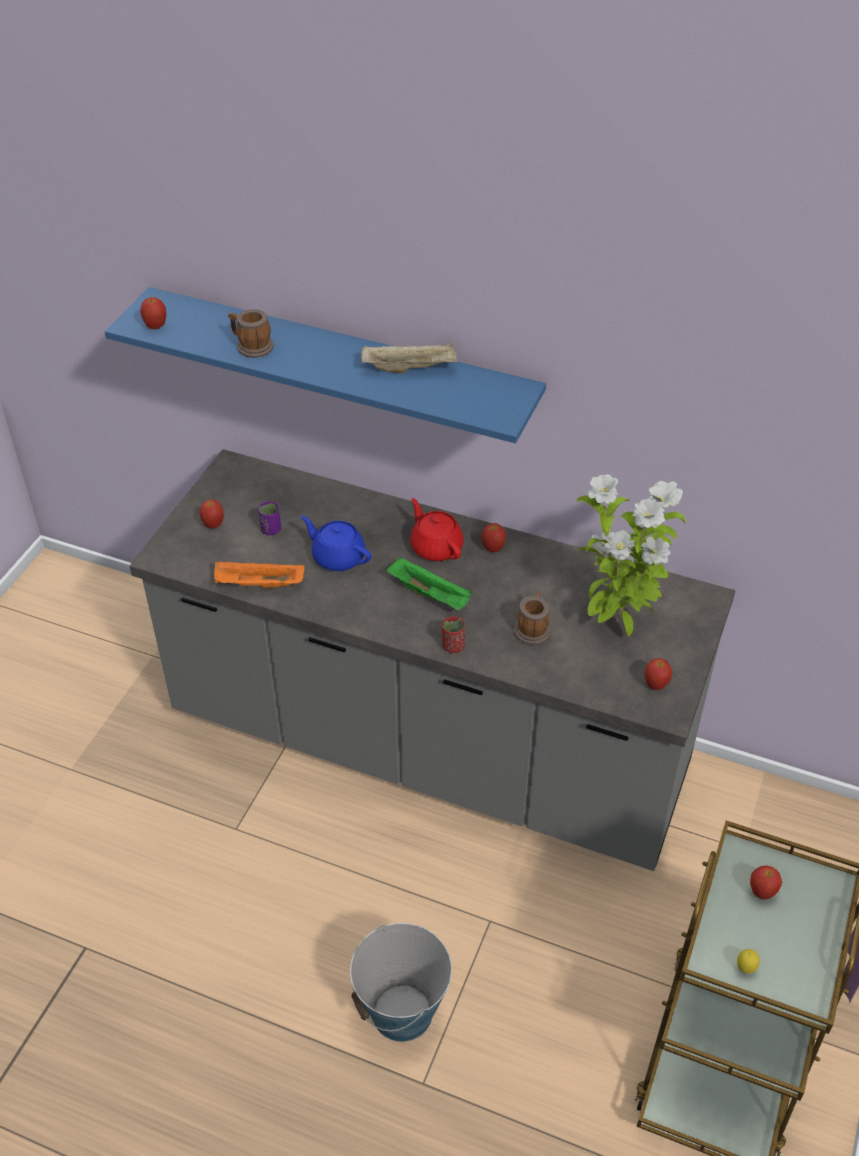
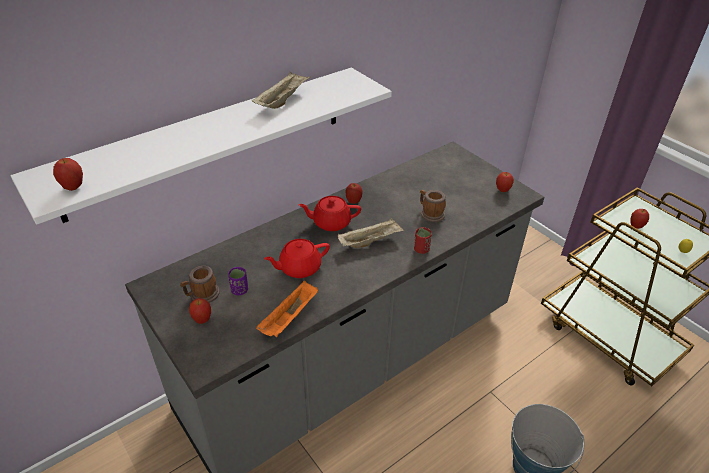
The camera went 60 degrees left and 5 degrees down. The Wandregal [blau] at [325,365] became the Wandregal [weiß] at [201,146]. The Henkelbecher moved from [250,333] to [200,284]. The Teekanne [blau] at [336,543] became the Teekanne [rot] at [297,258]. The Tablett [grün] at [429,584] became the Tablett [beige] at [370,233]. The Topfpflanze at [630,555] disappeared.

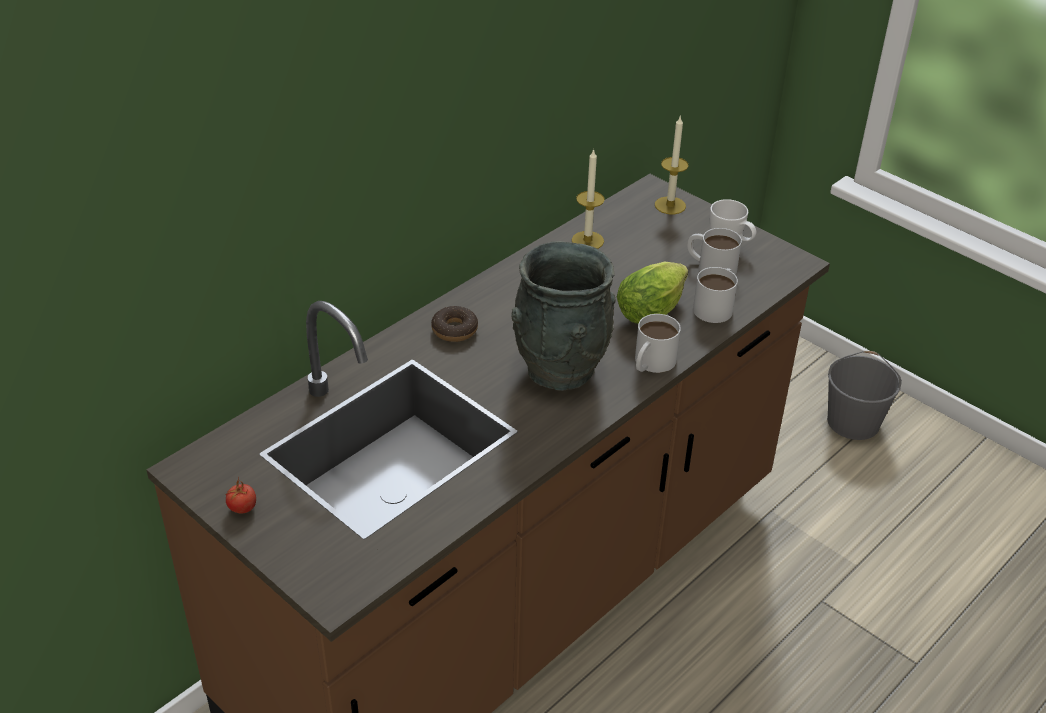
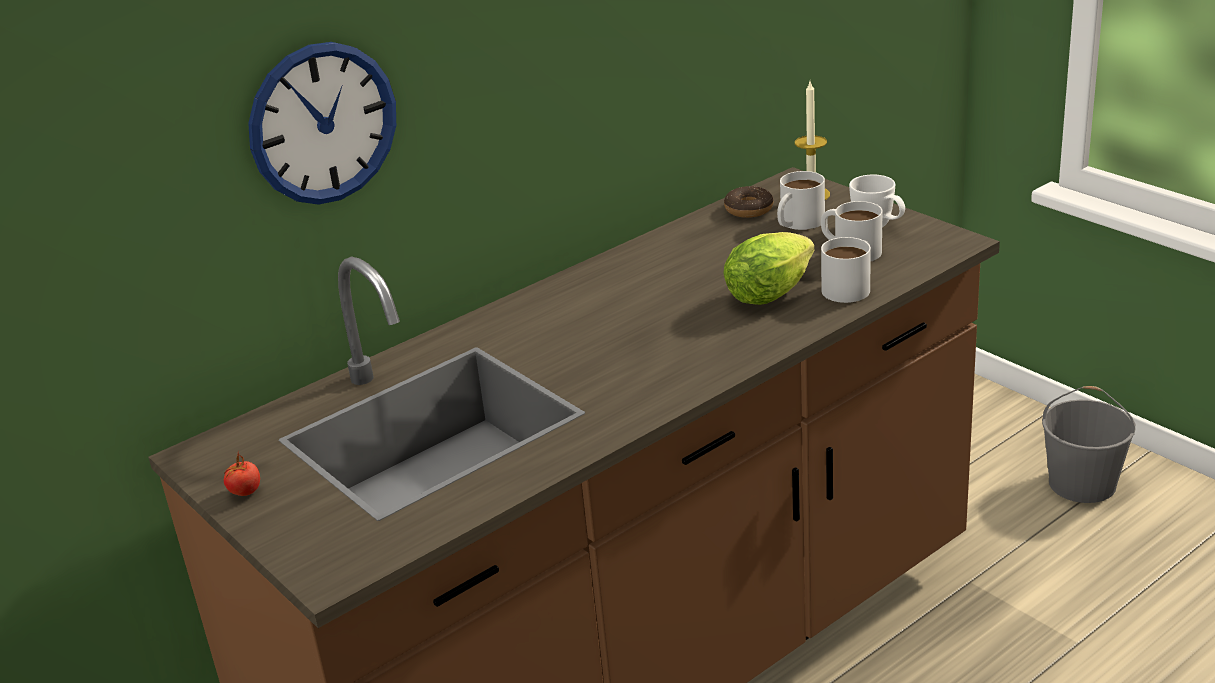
The camera went 10 degrees right and 10 degrees down. The Donut moved from [454,324] to [748,202]. The Vase [grau] at [563,316] disappeared. The Kerze at [588,199] disappeared. The Henkelbecher [weiß] moved from [658,343] to [801,200]. The Wanduhr at [322,123] appeared.

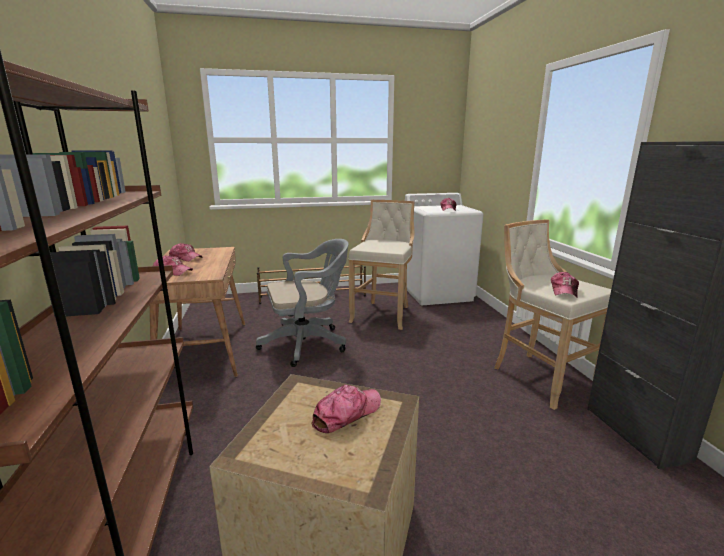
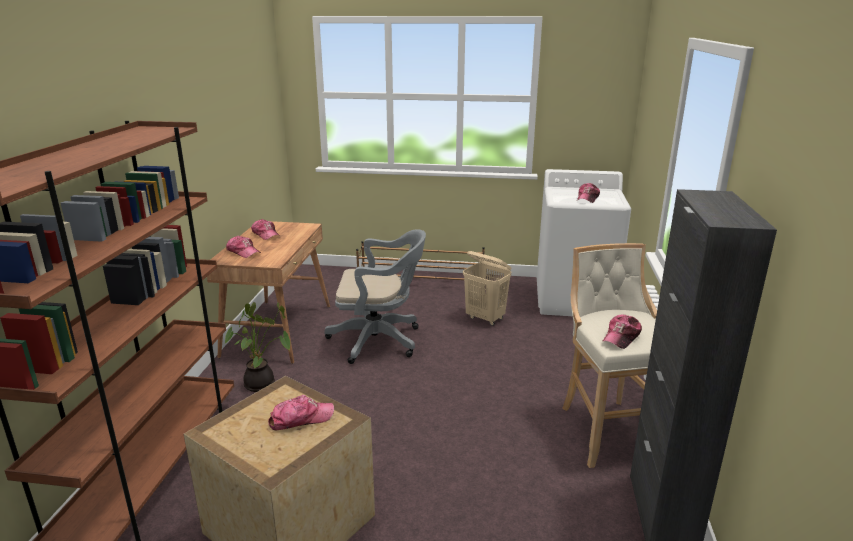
The camera went 20 degrees right and 5 degrees up. The Hocker [beige] at [381,265] was replaced by the Wäschekorb [beige] at [487,288]. The Topfpflanze at [257,347] appeared.

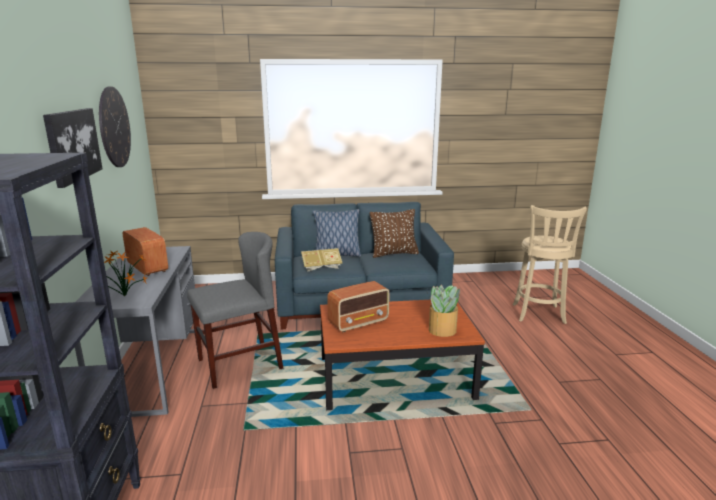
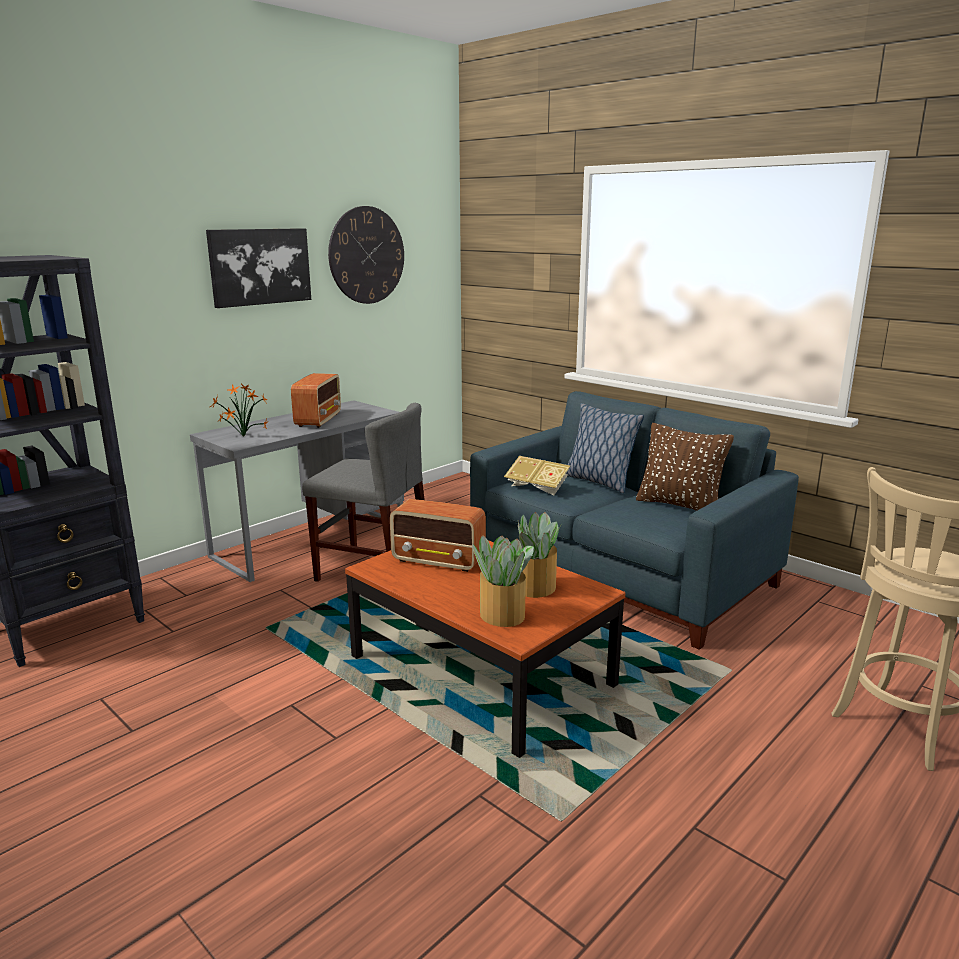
The camera went 50 degrees right and 0 degrees up. The Topfpflanze at [539,555] appeared.

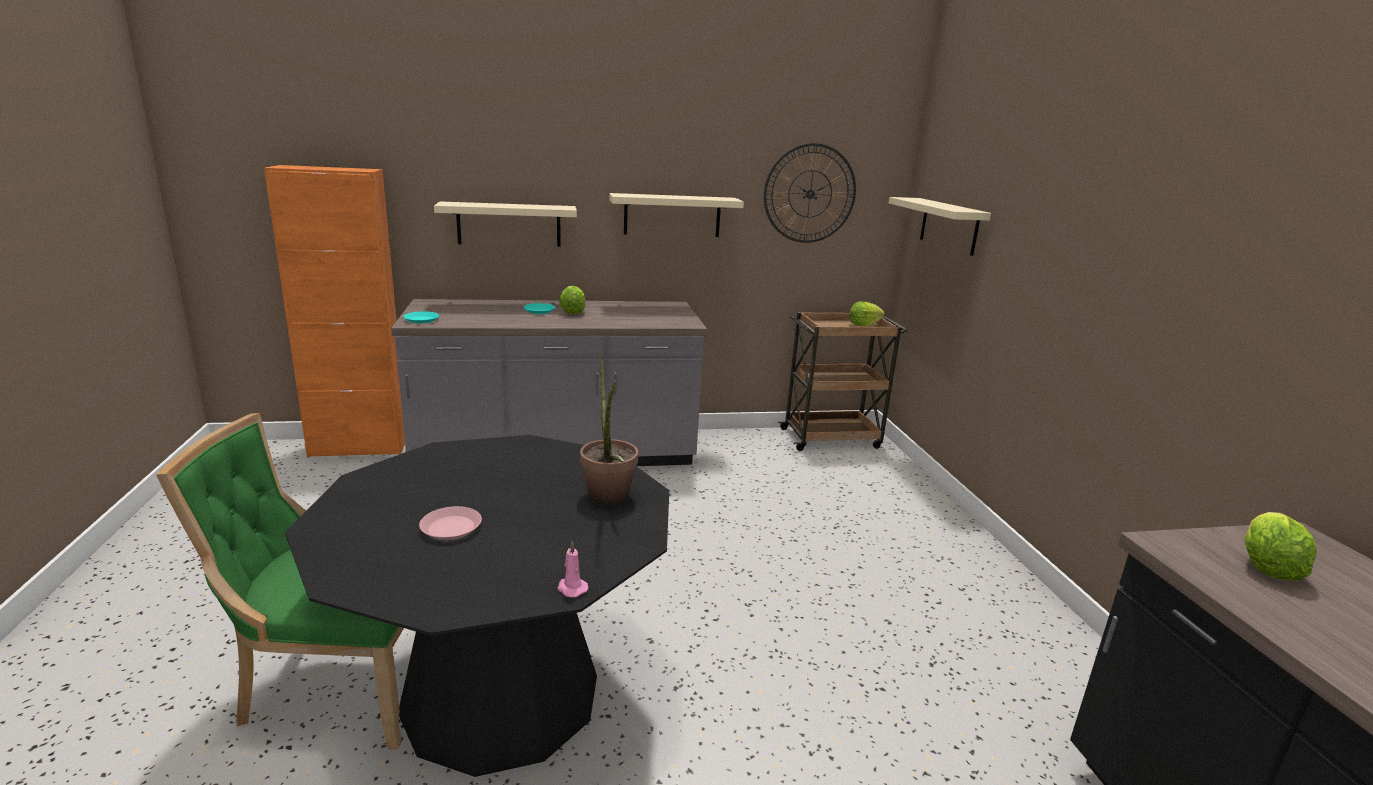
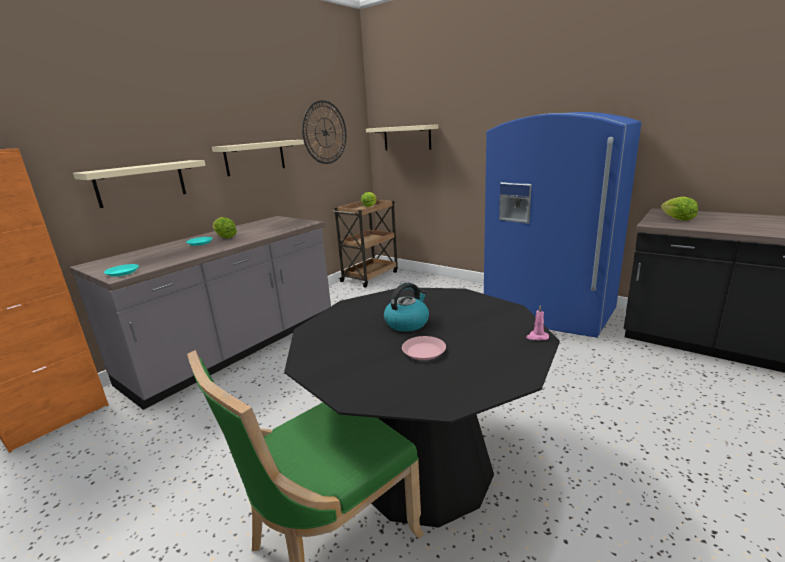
The camera went 40 degrees left and 0 degrees up. The Topfpflanze at [609,429] disappeared. The Wasserkessel at [406,307] appeared. The Kühlschrank [blau] at [562,224] appeared.

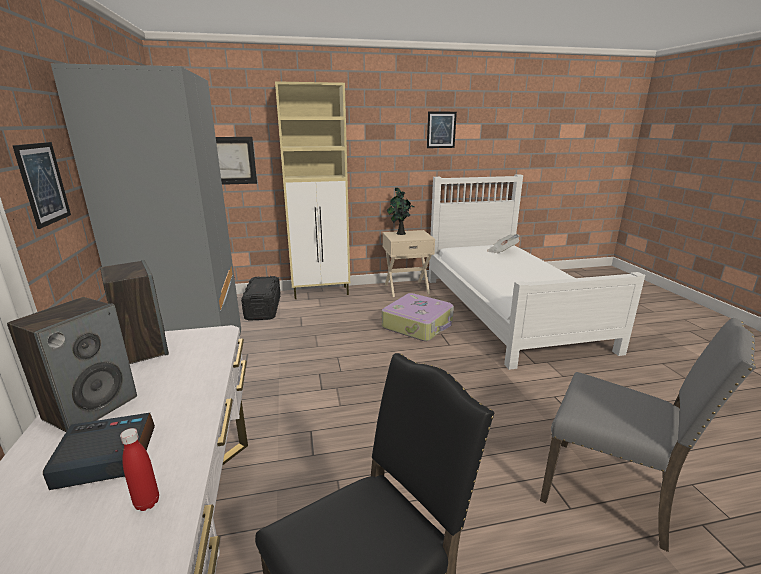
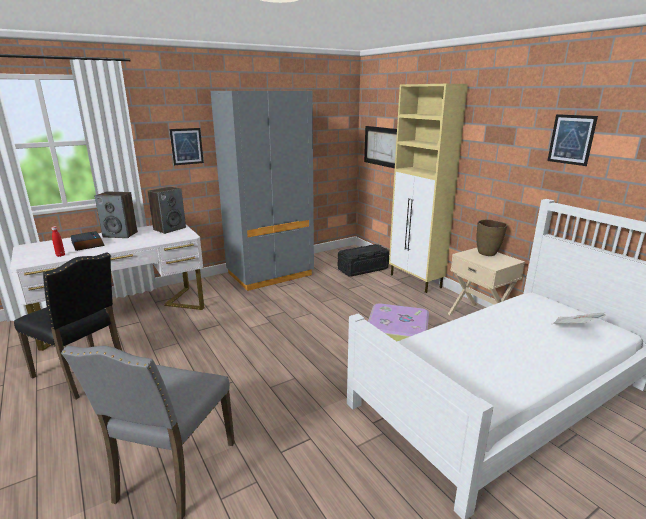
The camera went 70 degrees right and 0 degrees up. The Topfpflanze at [400,211] was replaced by the Vase [braun] at [491,237].

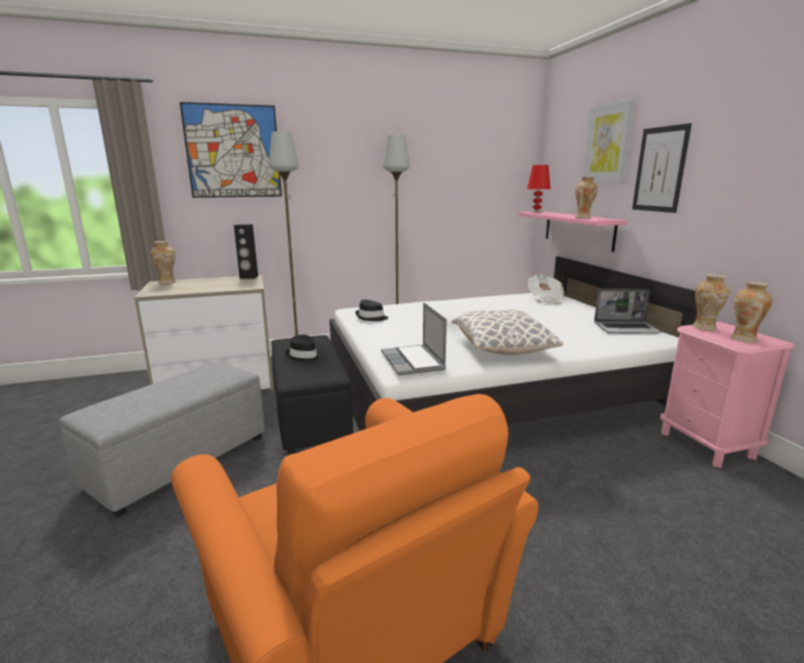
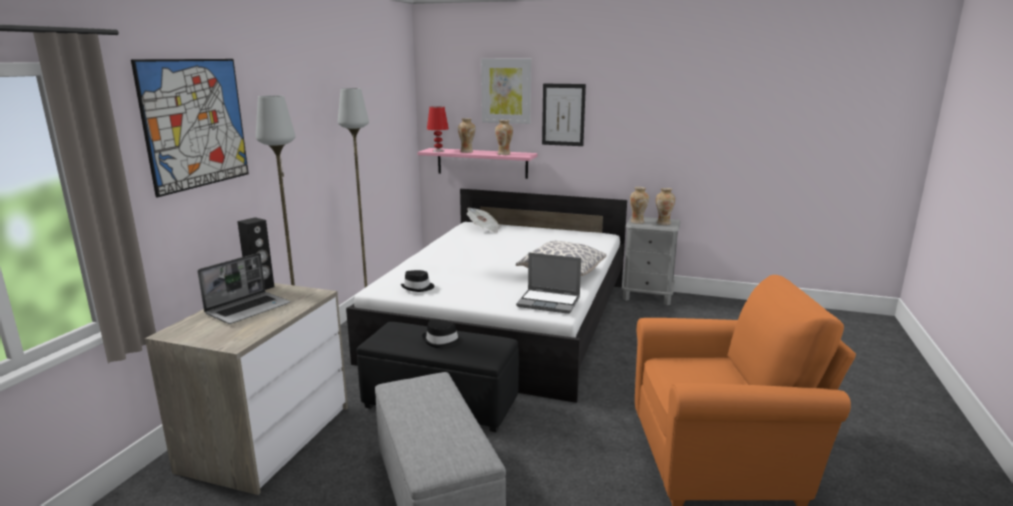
The camera went 55 degrees left and 0 degrees up. The Vase moved from [163,262] to [466,135]. The Laptop moved from [628,311] to [244,288]. The Nachttisch [rosa] at [727,395] became the Nachttisch [grau] at [651,260].

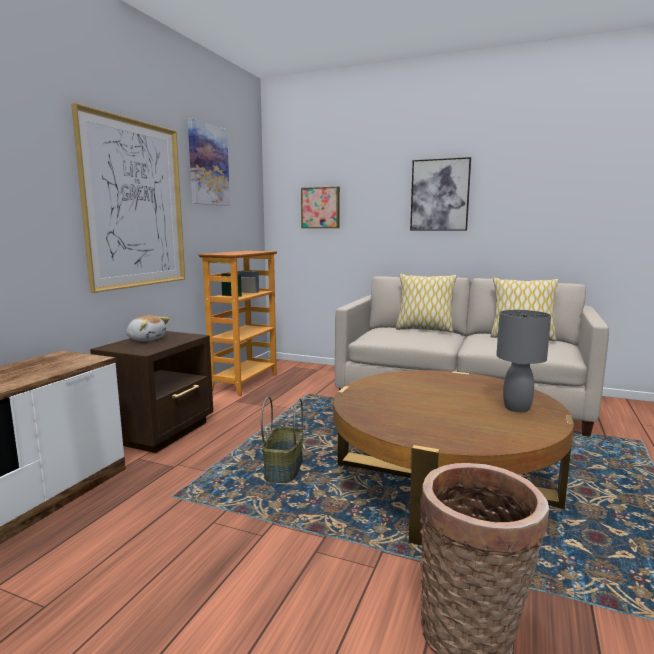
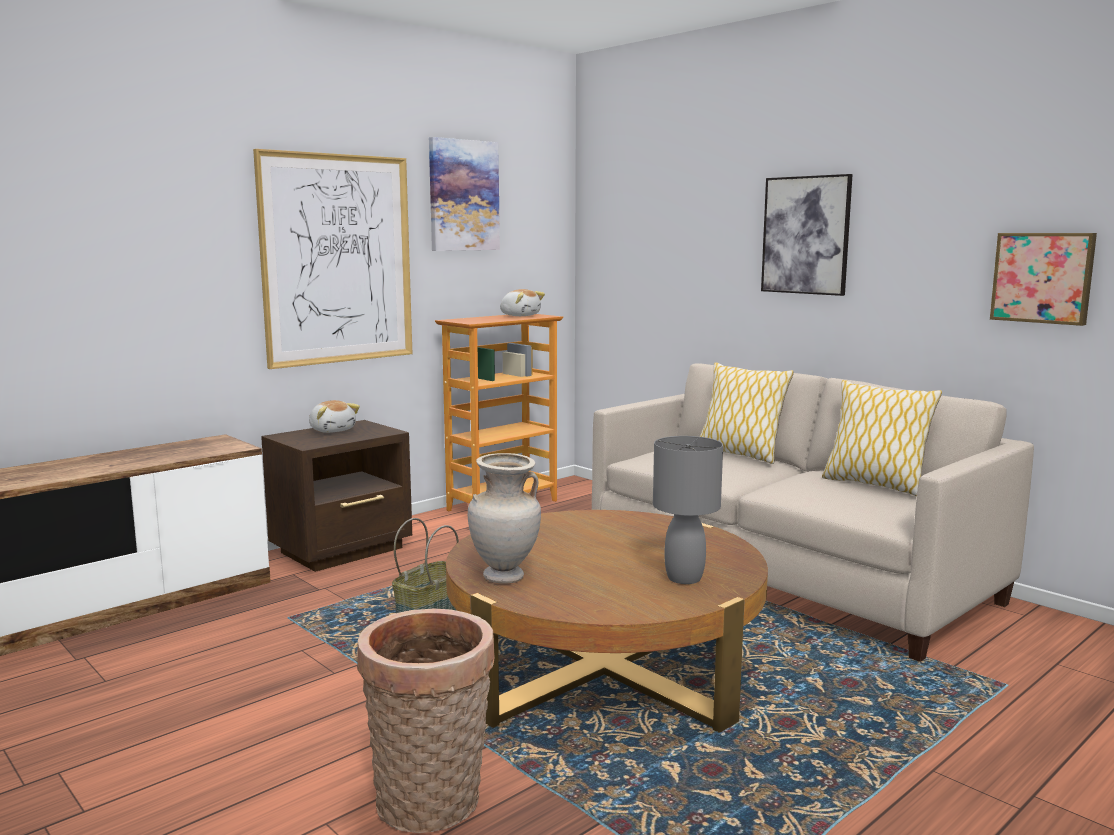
The camera went 25 degrees right and 0 degrees up. The Bild moved from [320,207] to [1043,279]. The Vase [beige] at [504,518] appeared. The Plüschtier at [522,302] appeared.

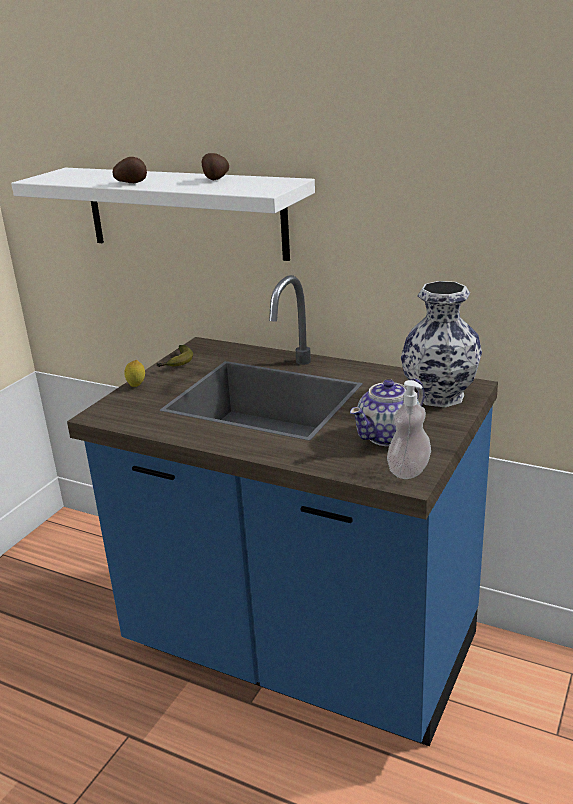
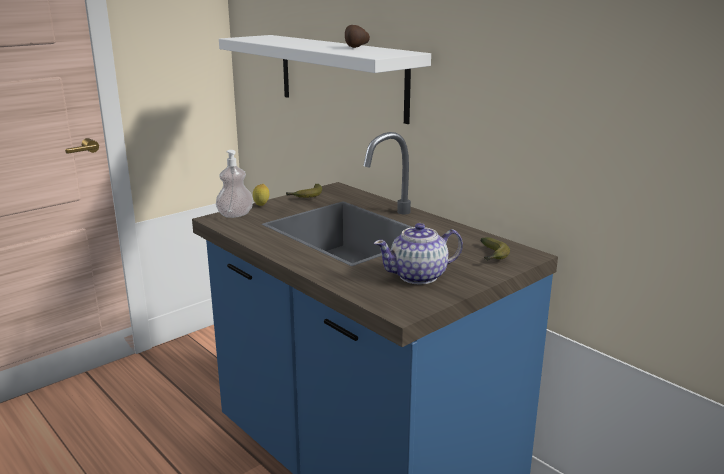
The camera went 20 degrees right and 5 degrees down. The Kartoffel at [130,170] disappeared. The Seifenspender moved from [409,429] to [234,184]. The Vase at [441,344] was replaced by the Banane at [495,249].

